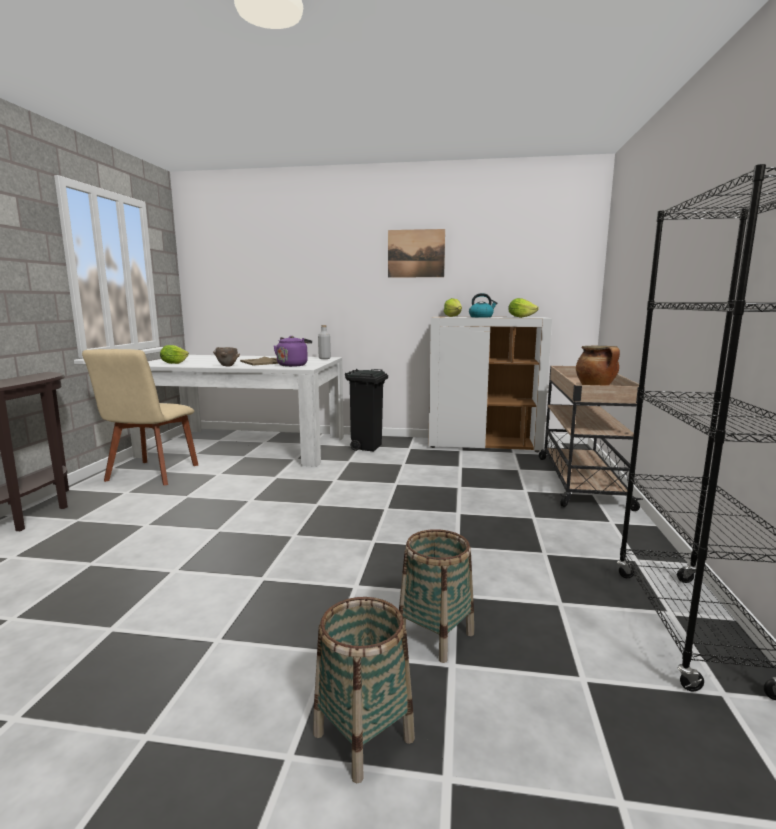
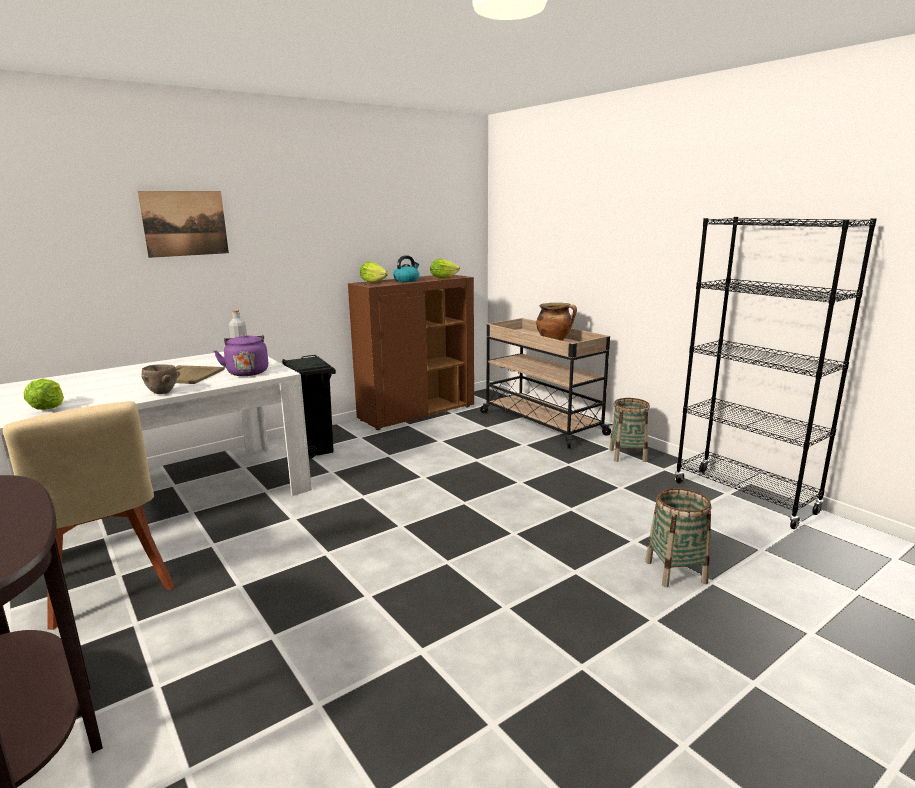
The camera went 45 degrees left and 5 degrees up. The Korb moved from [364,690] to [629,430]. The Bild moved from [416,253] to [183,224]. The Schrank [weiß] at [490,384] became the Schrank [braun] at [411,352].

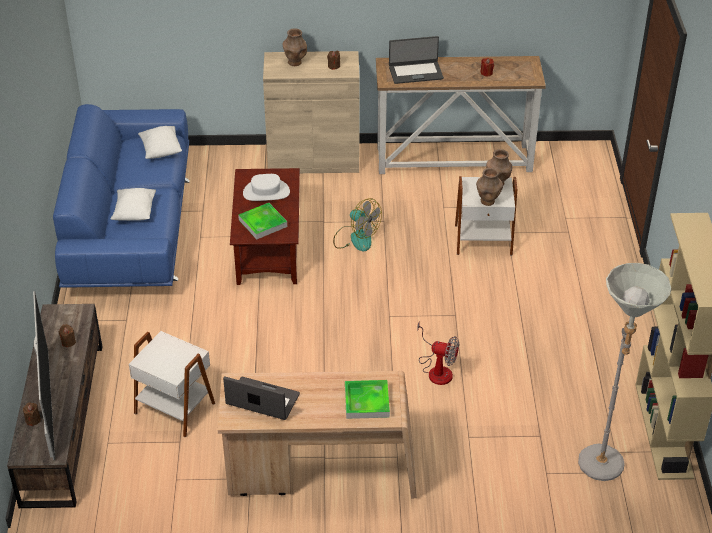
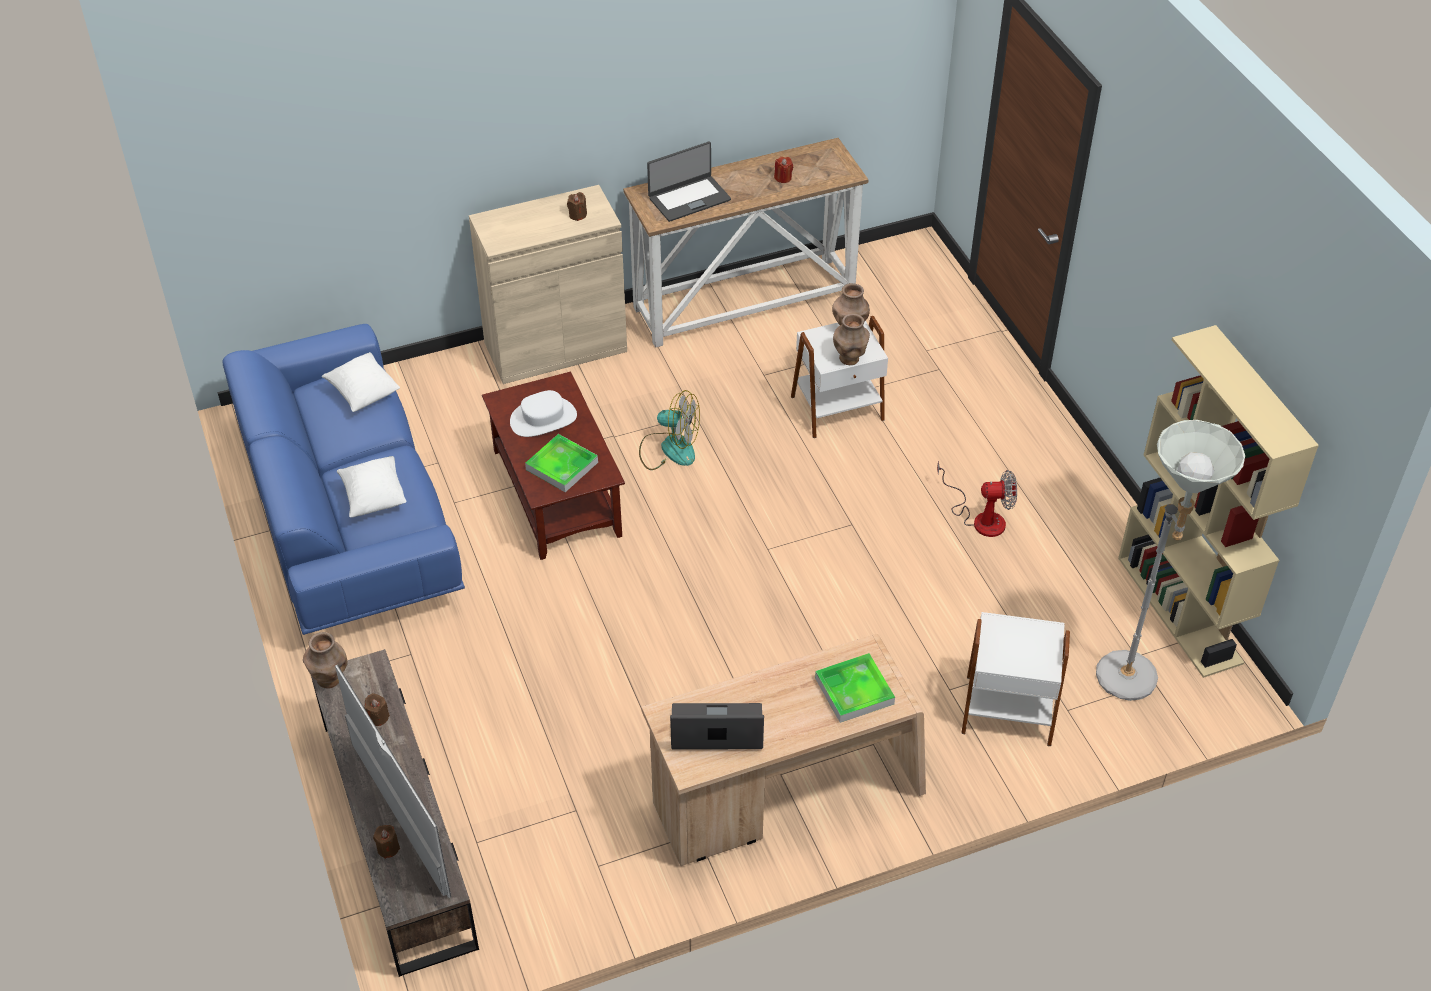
The camera went 20 degrees left and 5 degrees up. The Beistelltisch [weiß] moved from [172,384] to [1015,679]. The Vase [braun] moved from [294,47] to [325,660]. The Ventilator moved from [438,353] to [977,499].

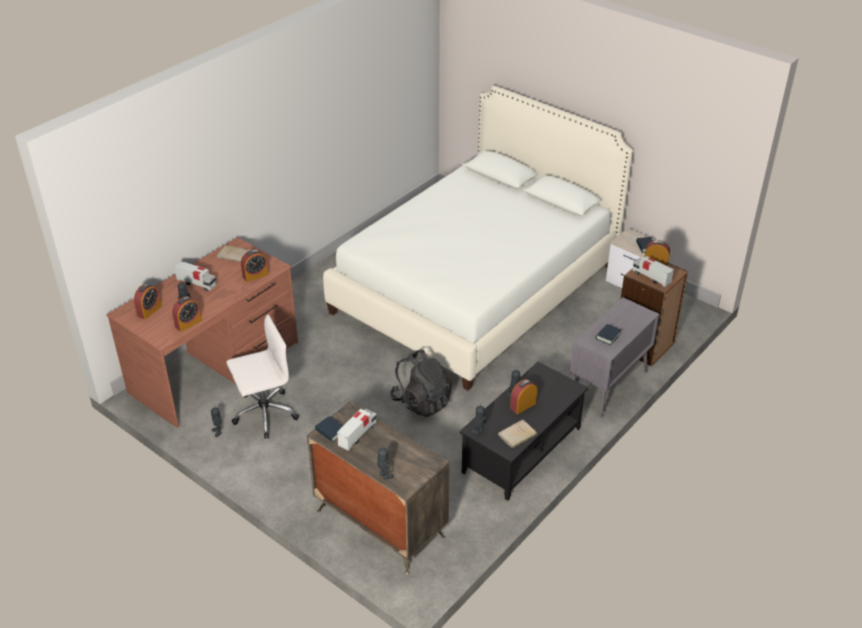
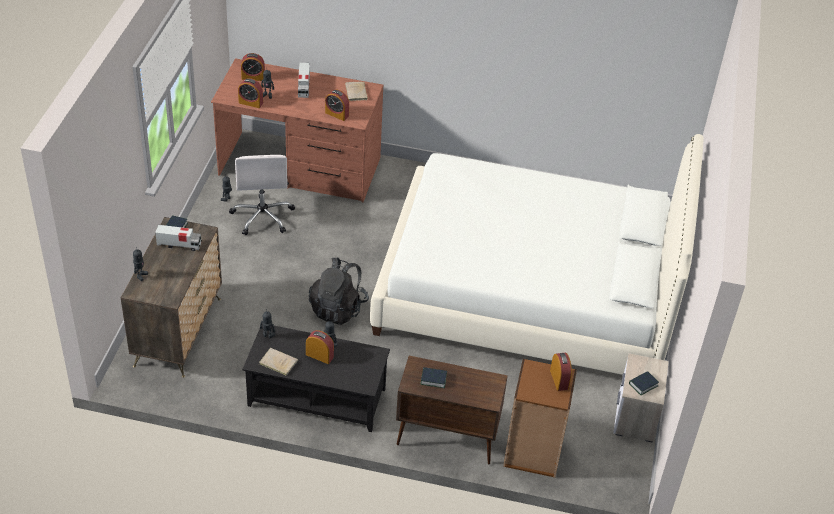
The camera went 60 degrees right and 5 degrees up. The Bürostuhl [weiß] at [262,376] turned 45 degrees clockwise. The Schrank [grau] at [615,357] became the Schrank [braun] at [452,410]. The Spielzeuglaster at [653,271] disappeared.

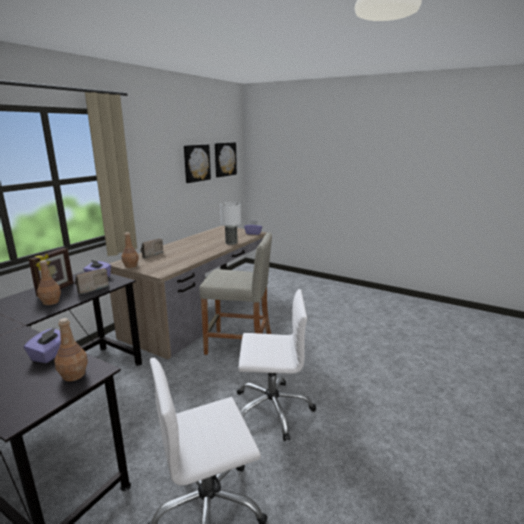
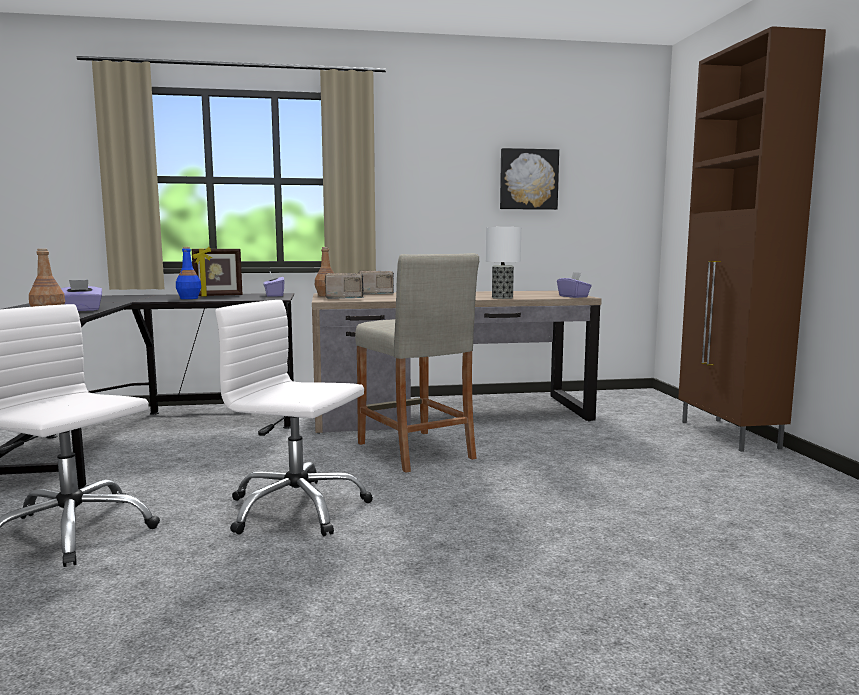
The camera went 50 degrees right and 10 degrees down. The Flasche [braun] at [49,282] became the Flasche [blau] at [188,273]. The Radio moved from [92,281] to [344,286]. The Bild at [226,159] disappeared. The Bürostuhl [weiß] at [276,365] turned 150 degrees clockwise. The Schrank [braun] at [752,239] appeared.

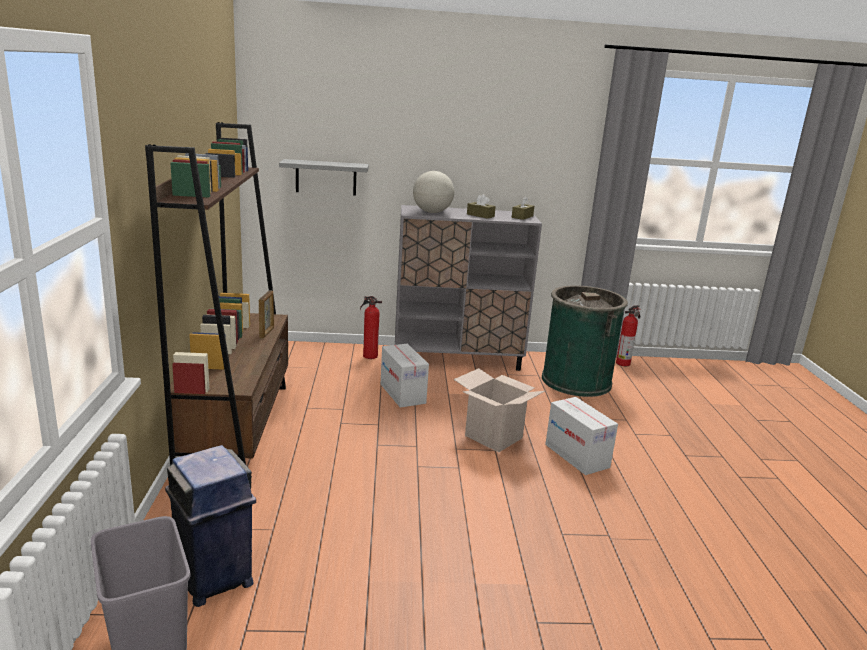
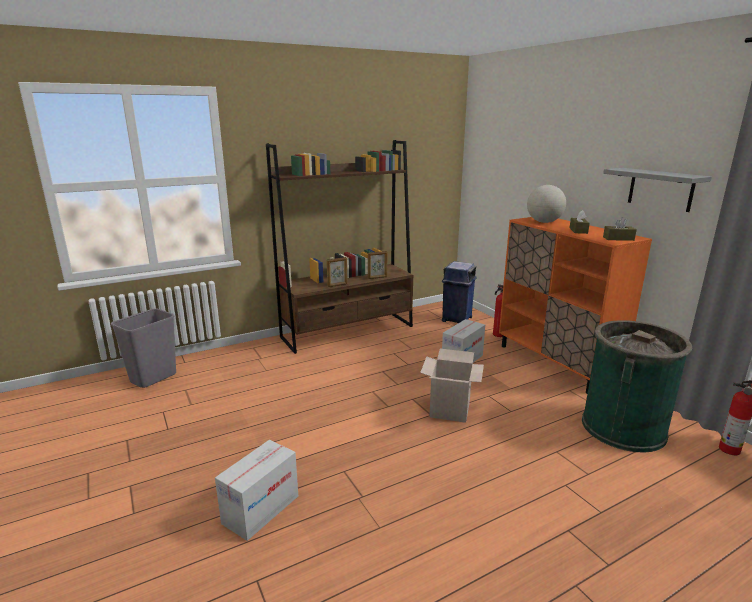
The camera went 65 degrees right and 0 degrees up. The Mülleimer [blau] moved from [210,526] to [459,292]. The Wandregal [grau] moved from [324,177] to [657,190]. The Schrank [grau] at [468,288] became the Schrank [orange] at [575,305]. The Karton moved from [581,436] to [256,490]. The Bilderrahmen at [337,272] appeared.

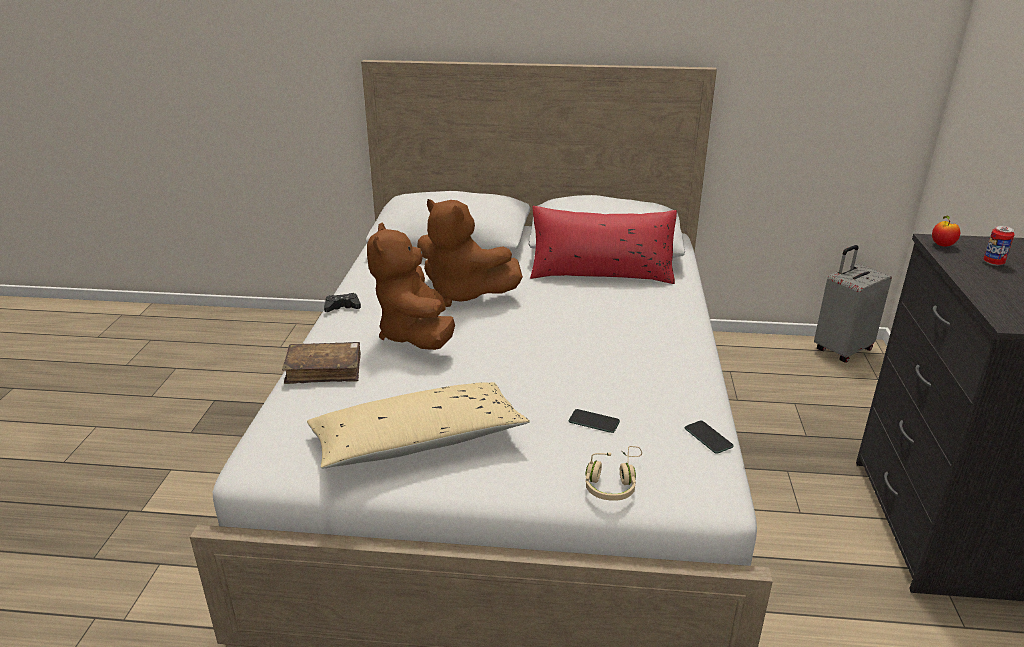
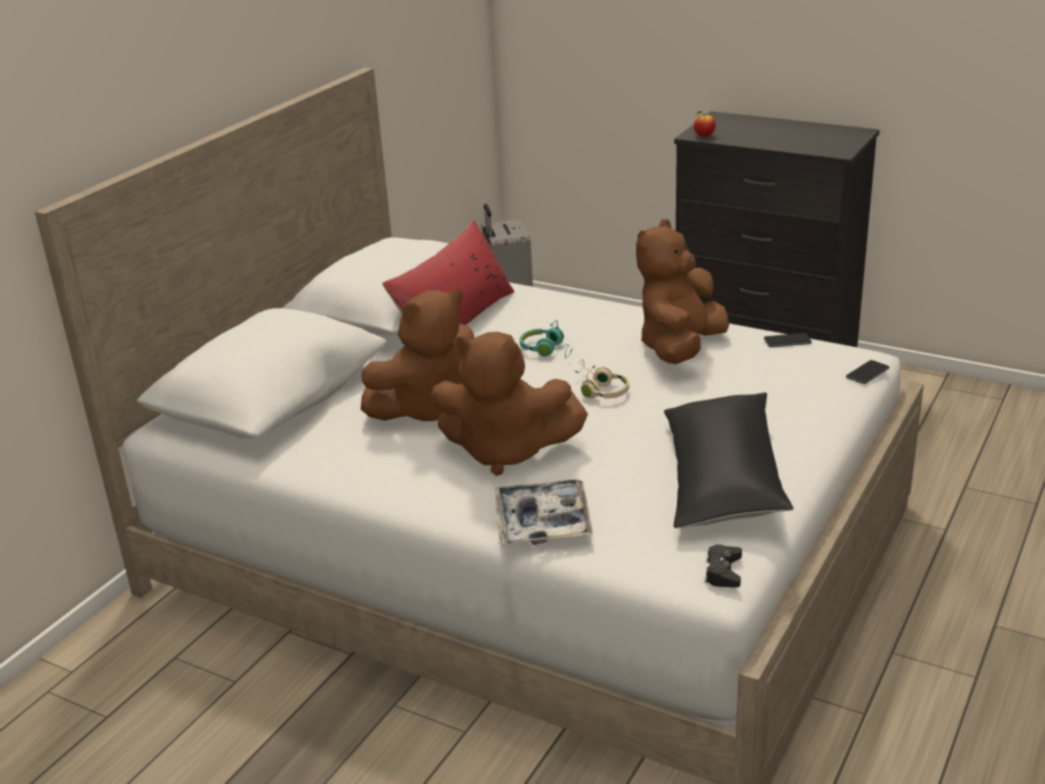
The camera went 65 degrees left and 0 degrees up. The Buch [braun] at [321,363] was replaced by the Tablett at [544,512]. The Kissen [beige] at [418,425] became the Kissen [schwarz] at [729,460]. The Gamepad [schwarz] moved from [342,302] to [723,566]. The Handy moved from [594,421] to [867,372]. The Kopfhörer [beige] moved from [613,473] to [602,379]. The Dose at [999,246] disappeared. The Kopfhörer [türkis] at [546,339] appeared. The Plüschtier [braun] at [682,291] appeared.

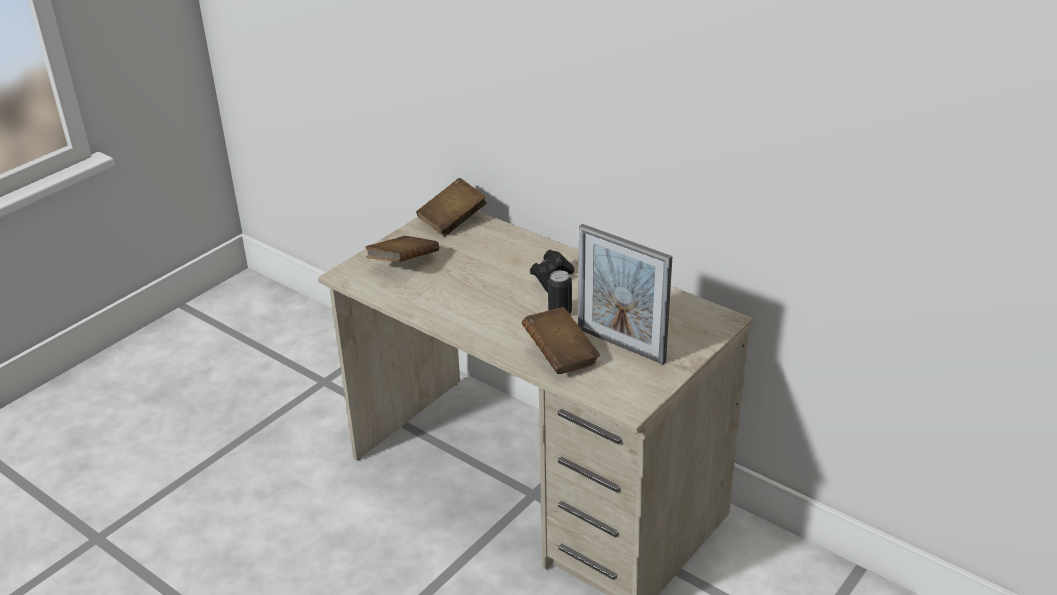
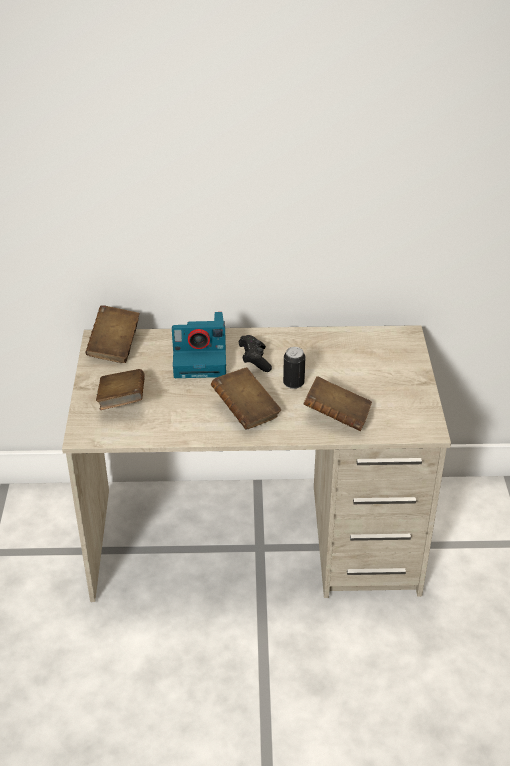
The camera went 40 degrees left and 5 degrees up. The Bilderrahmen at [625,294] disappeared. The Kamera at [199,345] appeared. The Buch [braun] at [246,398] appeared.

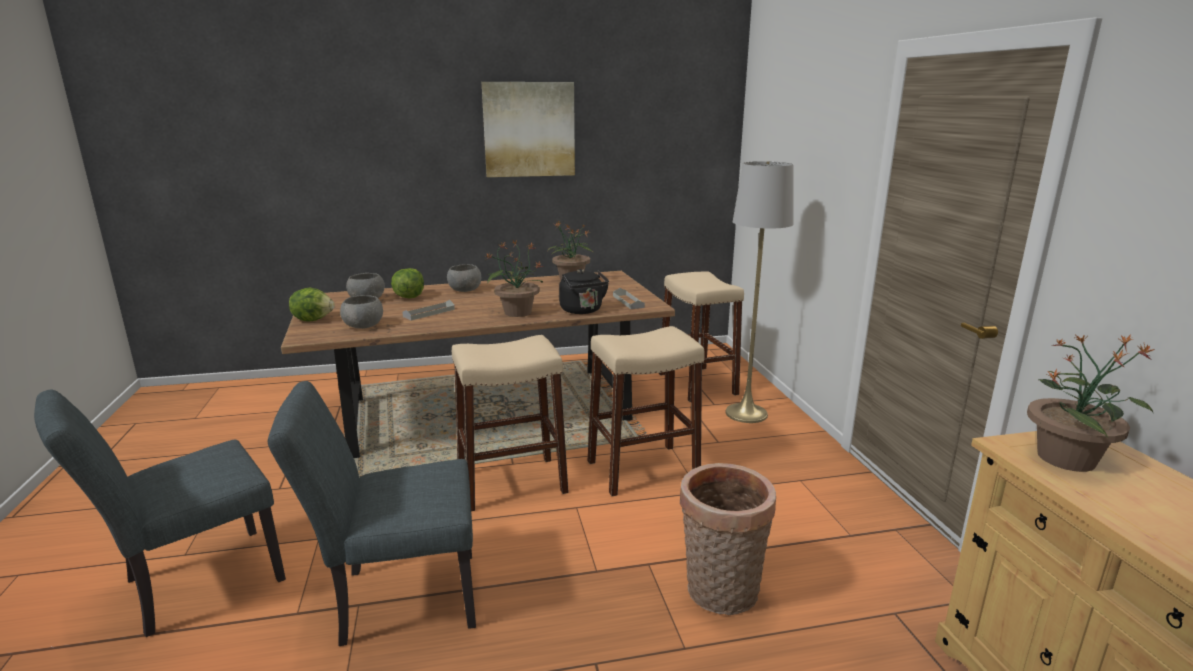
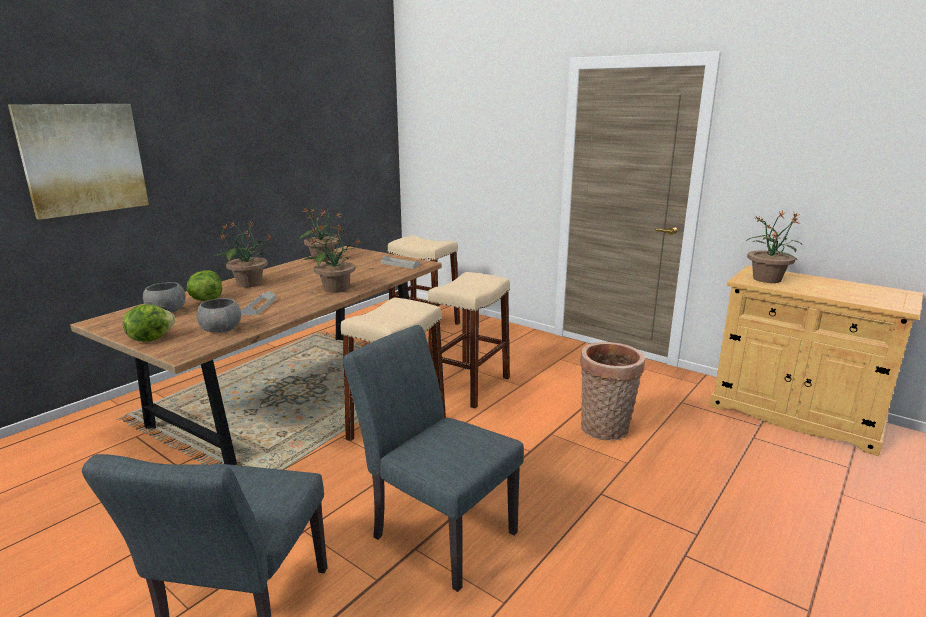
The camera went 40 degrees left and 0 degrees up. The Stuhl [grau] at [372,513] turned 90 degrees clockwise. The Schüssel [grau] at [464,278] was replaced by the Topfpflanze at [242,254]. The Bild moved from [528,129] to [78,162]. The Wasserkessel [schwarz] at [584,291] disappeared. The Stehlampe [grau] at [759,292] disappeared.

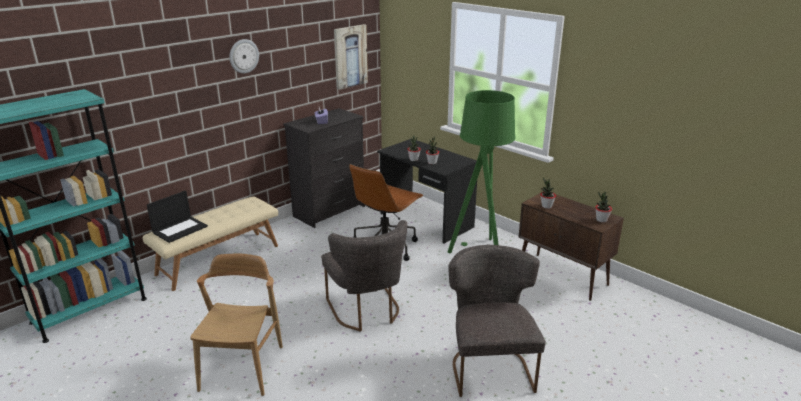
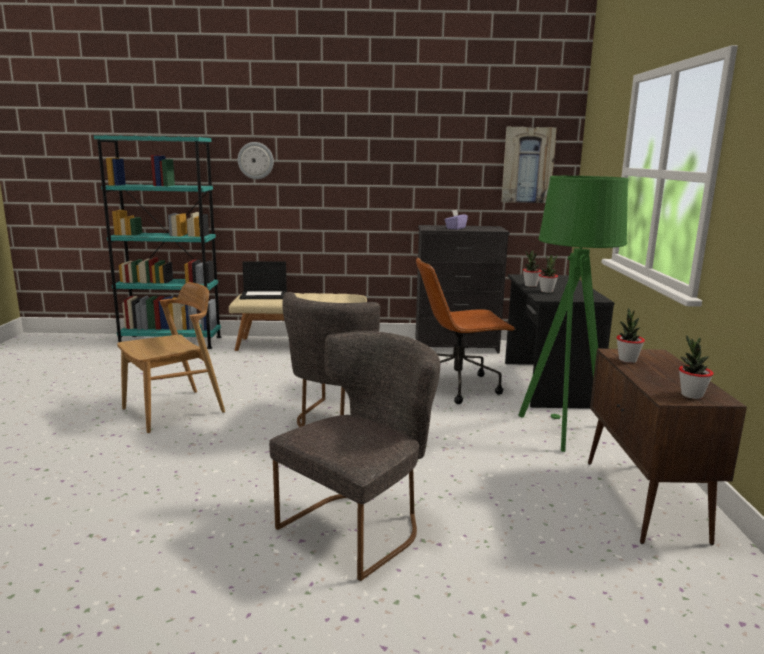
The camera went 45 degrees right and 10 degrees down. The Wanduhr moved from [244,56] to [256,160].

